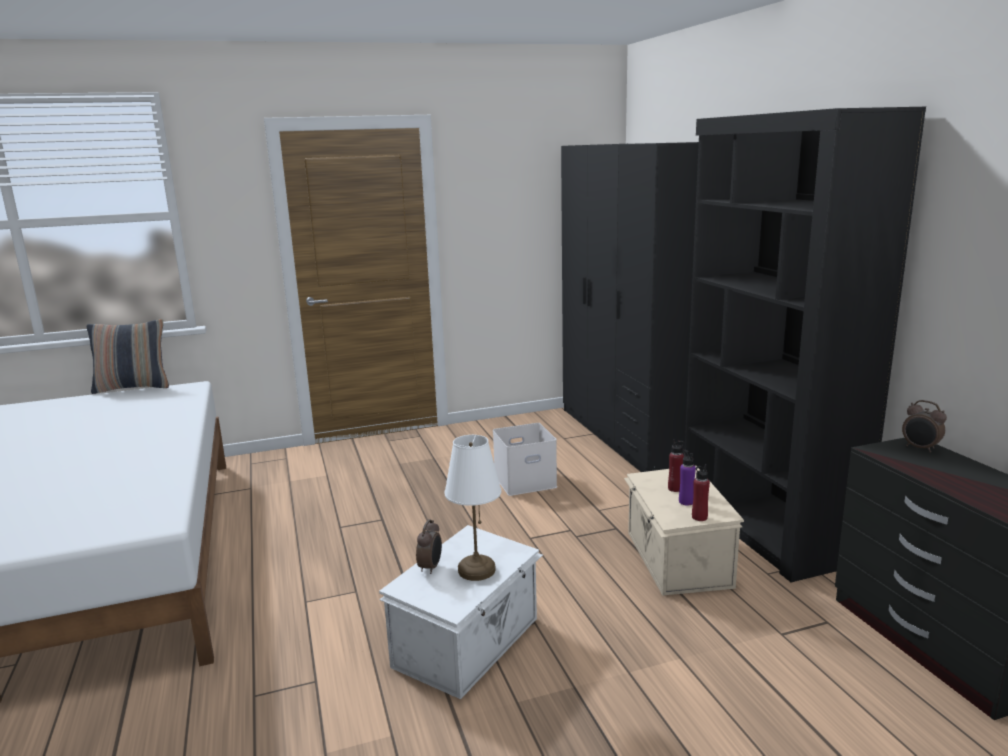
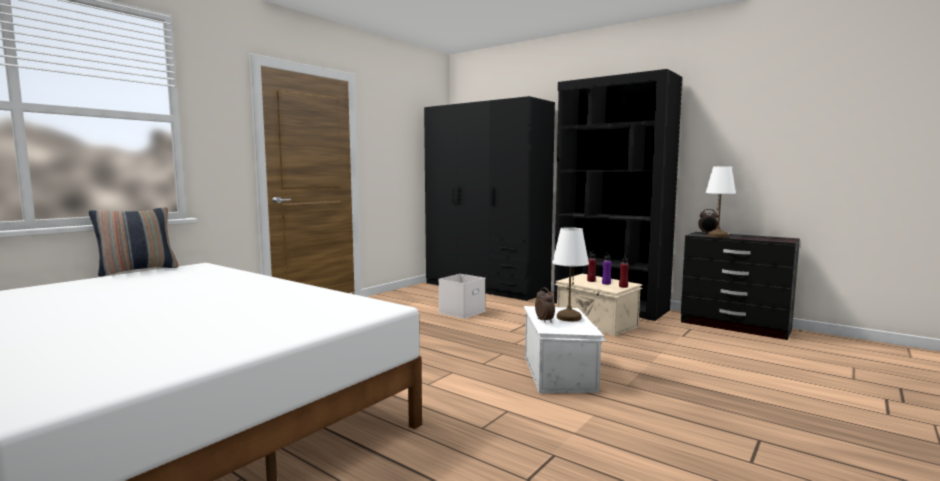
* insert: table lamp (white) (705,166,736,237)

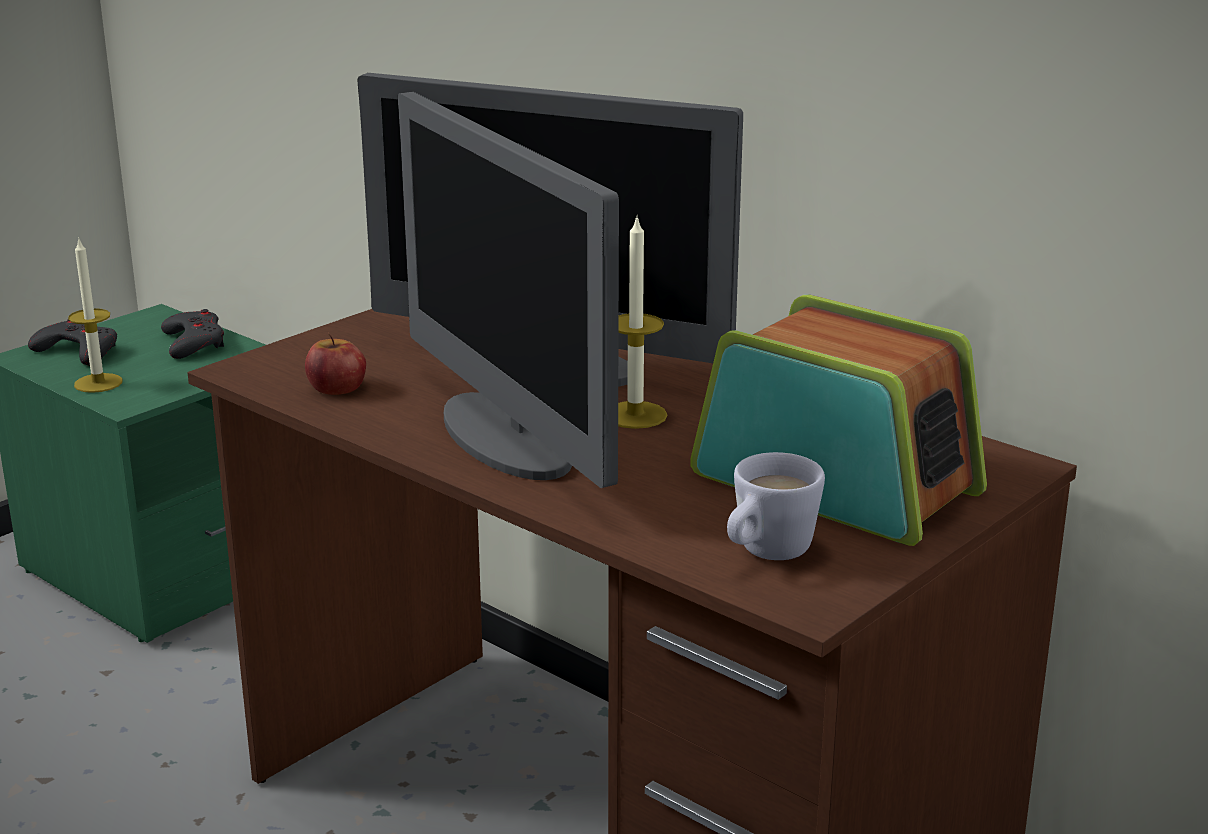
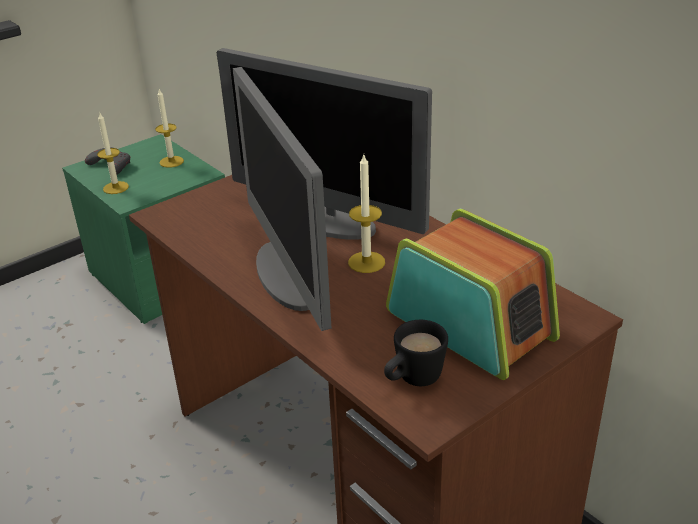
* replace: game controller (grey) (161,309,224,359) to candle (155,89,184,168)
* recolor: mug (white) (727,452,825,560) to mug (black) (384,320,448,386)
* delete: apple (305,333,366,395)

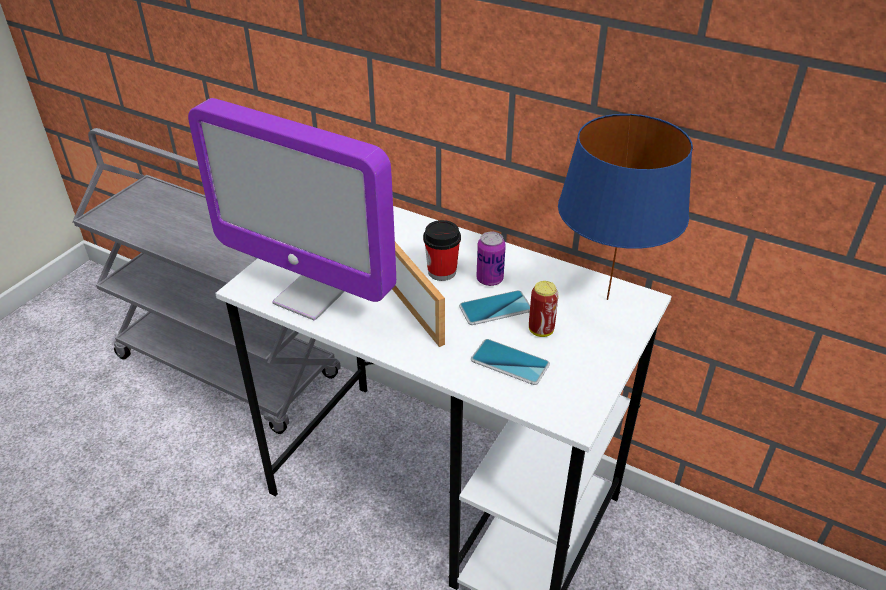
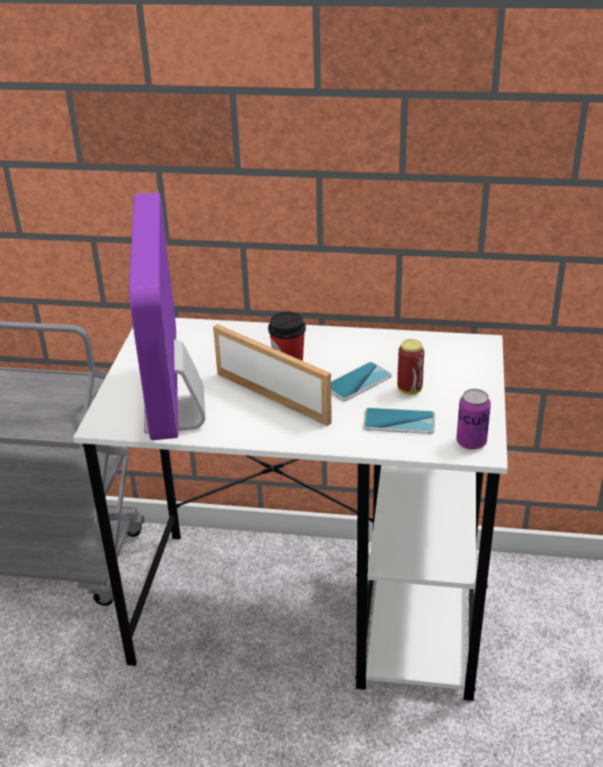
* rotate: monitor (188,98,396,320) = (129,192,205,440) 75 degrees clockwise
* move: can (477,232,506,286) to (456,389,491,450)
* delete: table lamp (blue) (558,114,693,300)

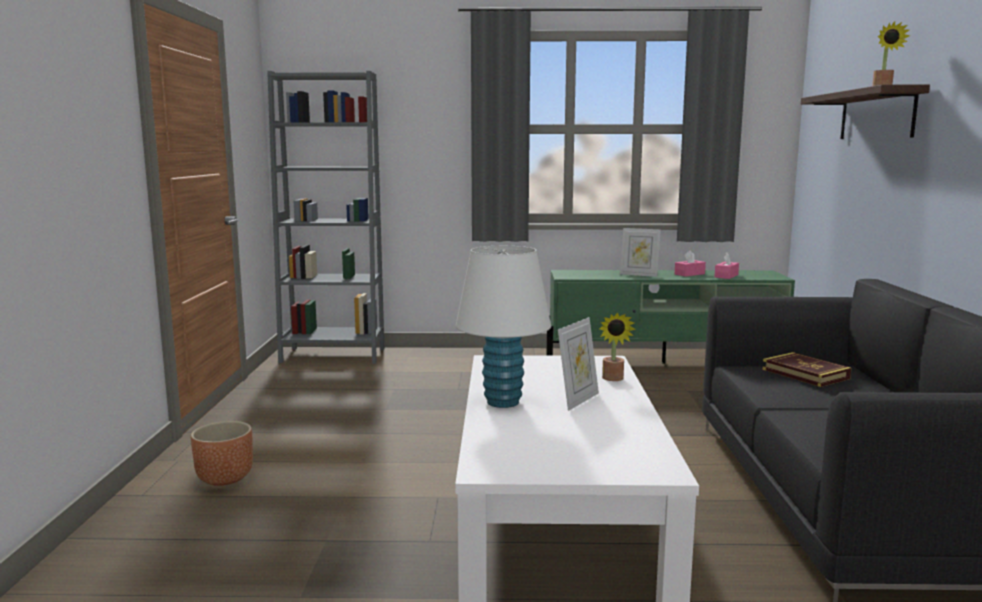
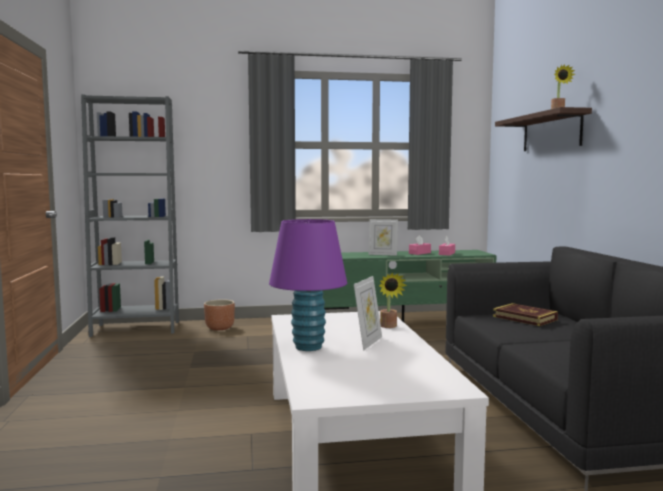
* move: planter (brown) (191,421,253,486) to (204,299,235,330)
* recolor: table lamp (white) (456,246,551,408) to table lamp (purple) (269,219,347,351)

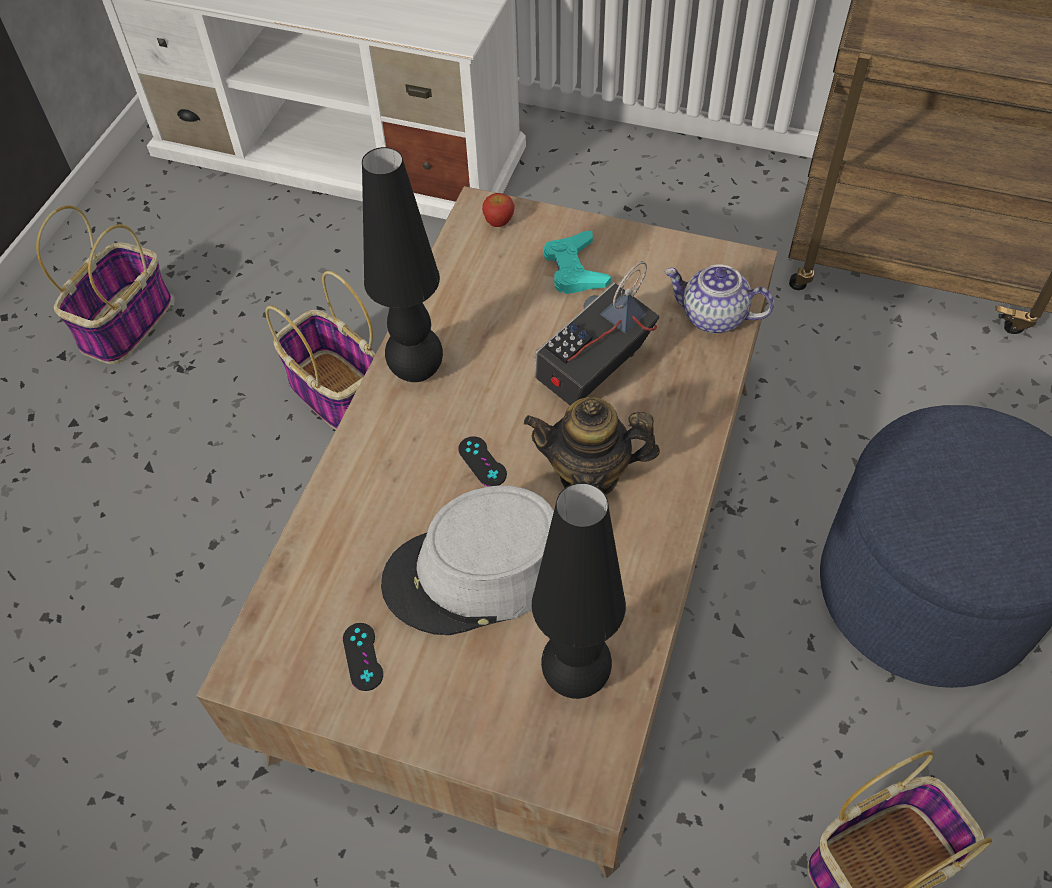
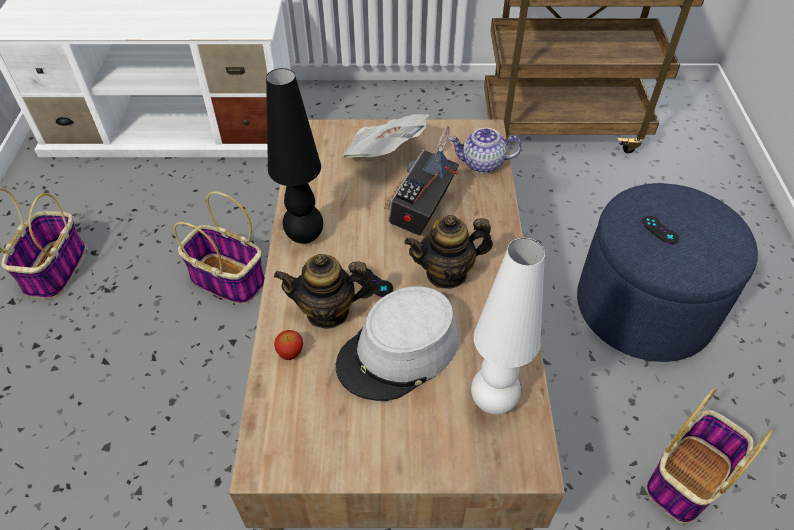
* insert: teapot (274,254,375,329)
* move: apple (482,193,515,227) to (274,330,303,360)
* replace: game controller (turquoise) (544,231,611,294) to newspaper (341,114,429,158)
* recolor: table lamp (black) (532,483,626,699) to table lamp (white) (471,238,545,415)
* move: game controller (black) (343,623,383,691) to (642,216,679,244)

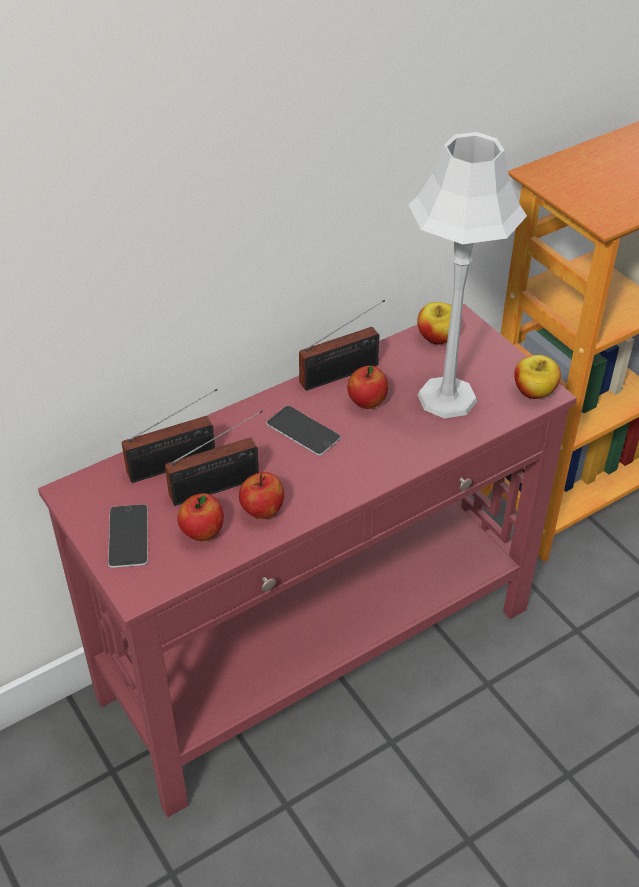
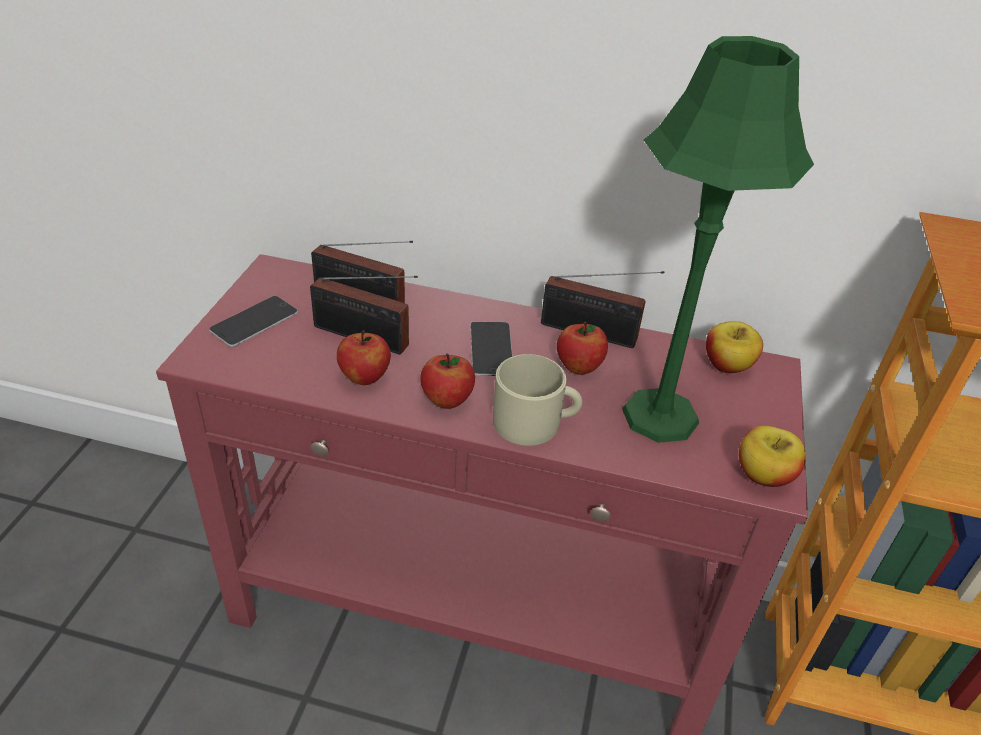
* move: apple (177,493,224,541) to (420,354,475,409)
* insert: mug (beige) (493,354,583,446)
* recolor: table lamp (grey) (408,132,527,419) to table lamp (green) (622,36,814,443)

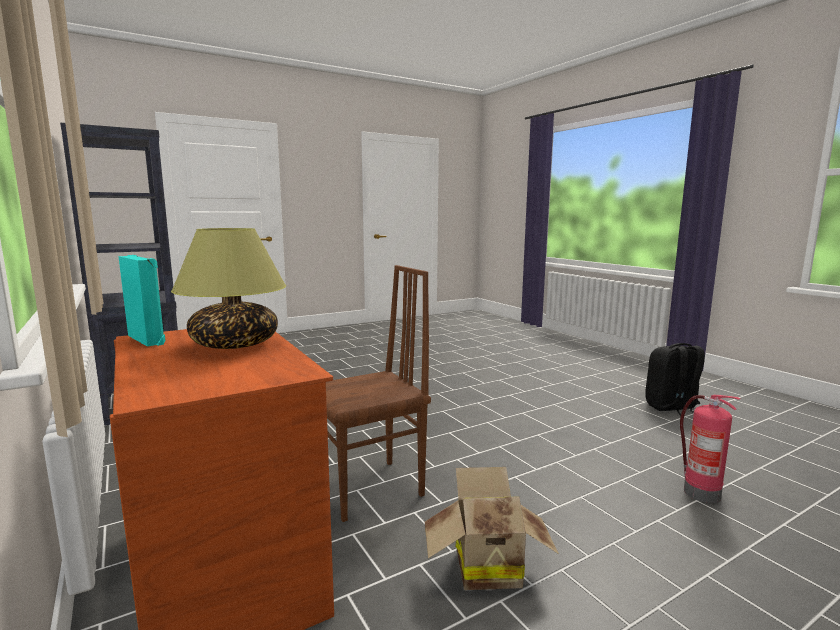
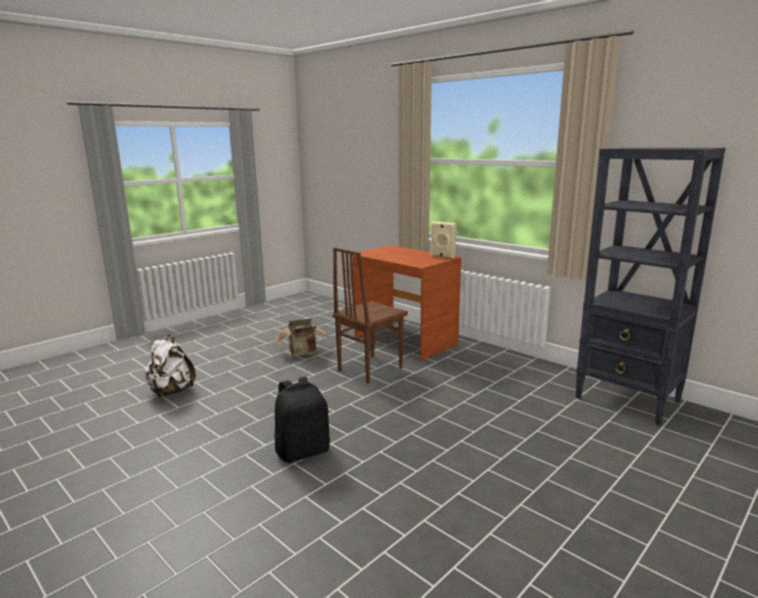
* replace: fire extinguisher (680,394,741,503) to backpack (white) (144,335,196,397)
* move: backpack (black) (645,343,705,416) to (275,377,330,463)
* recolor: speaker (turquoise) (119,255,165,347) to speaker (beige) (430,221,456,258)
* delete: table lamp (171,228,286,349)

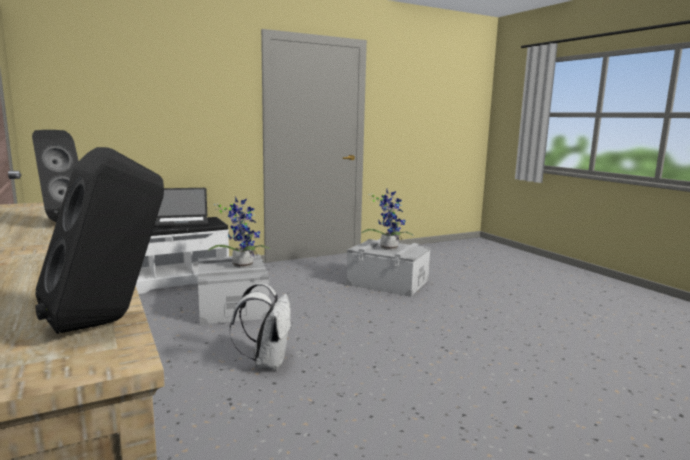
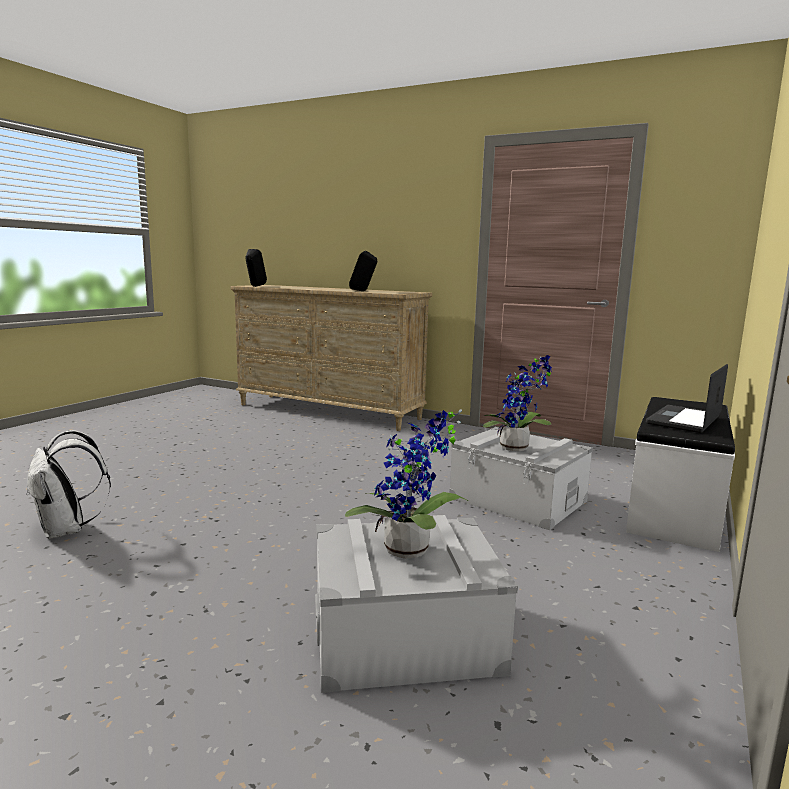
* move: backpack (white) (230,283,292,370) to (26,430,111,539)

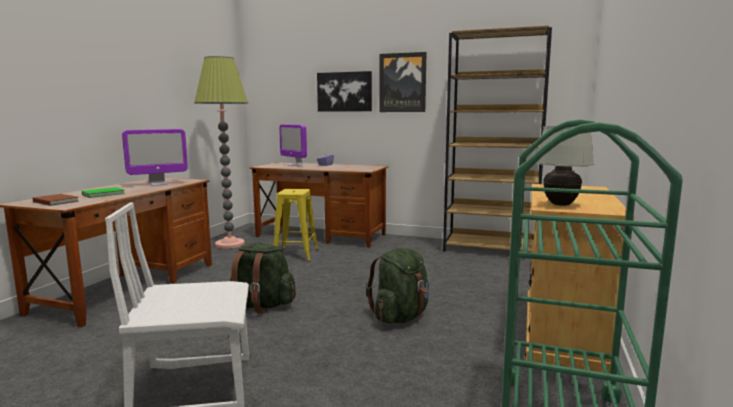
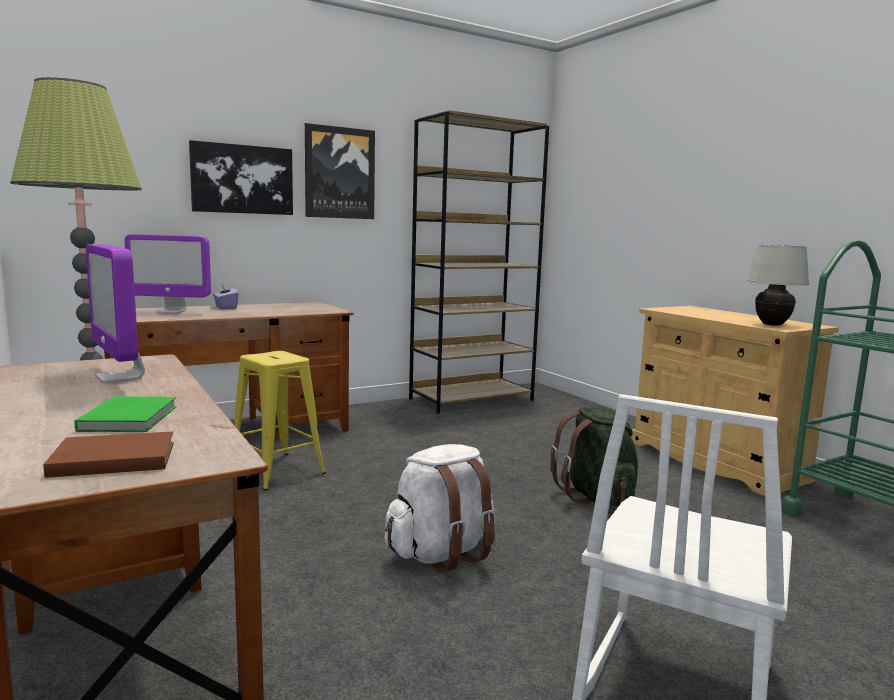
* rotate: monitor (122,129,188,186) = (86,244,145,383) 135 degrees clockwise
* recolor: backpack (green) (230,243,296,314) to backpack (white) (385,444,496,573)

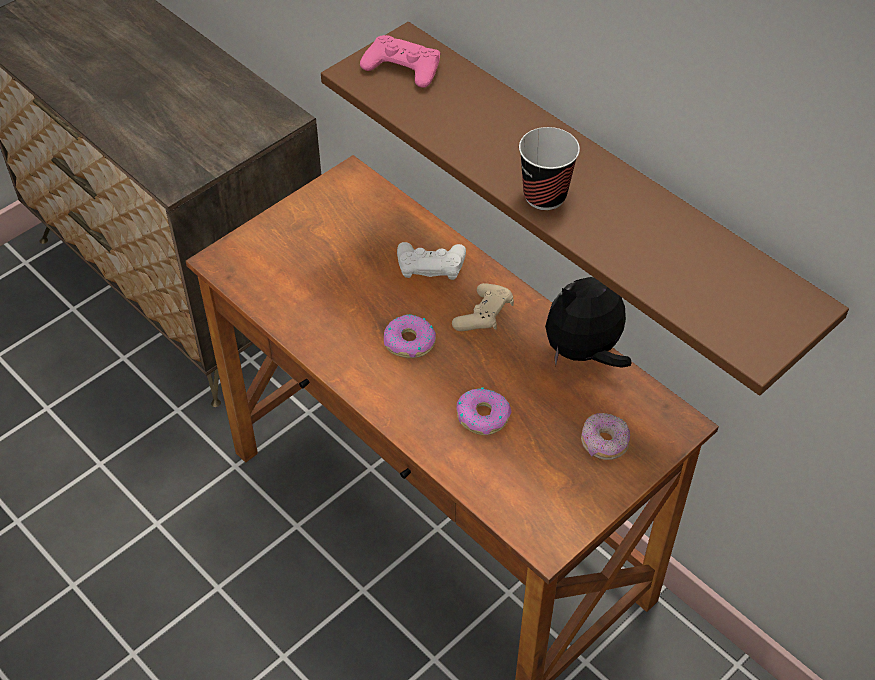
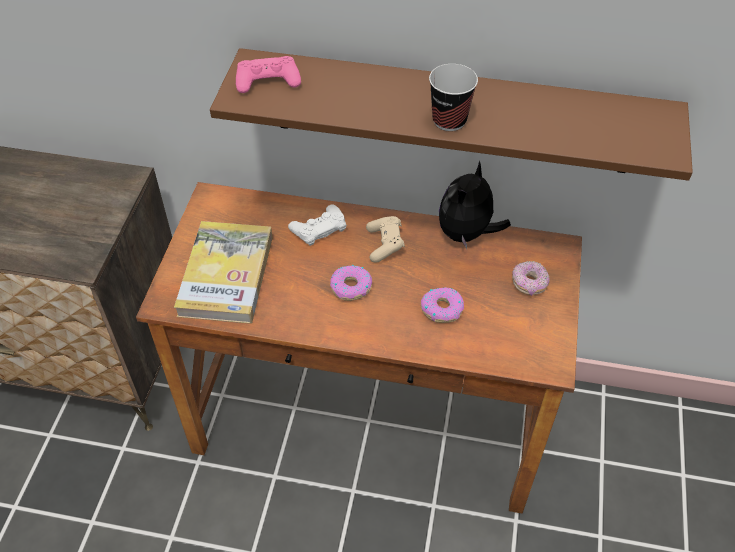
* insert: book (174,221,273,324)

